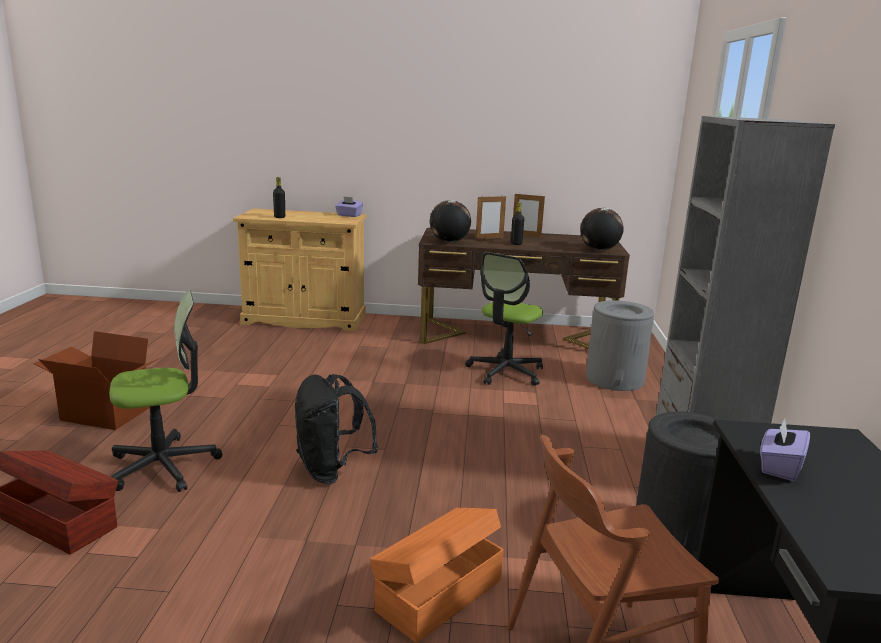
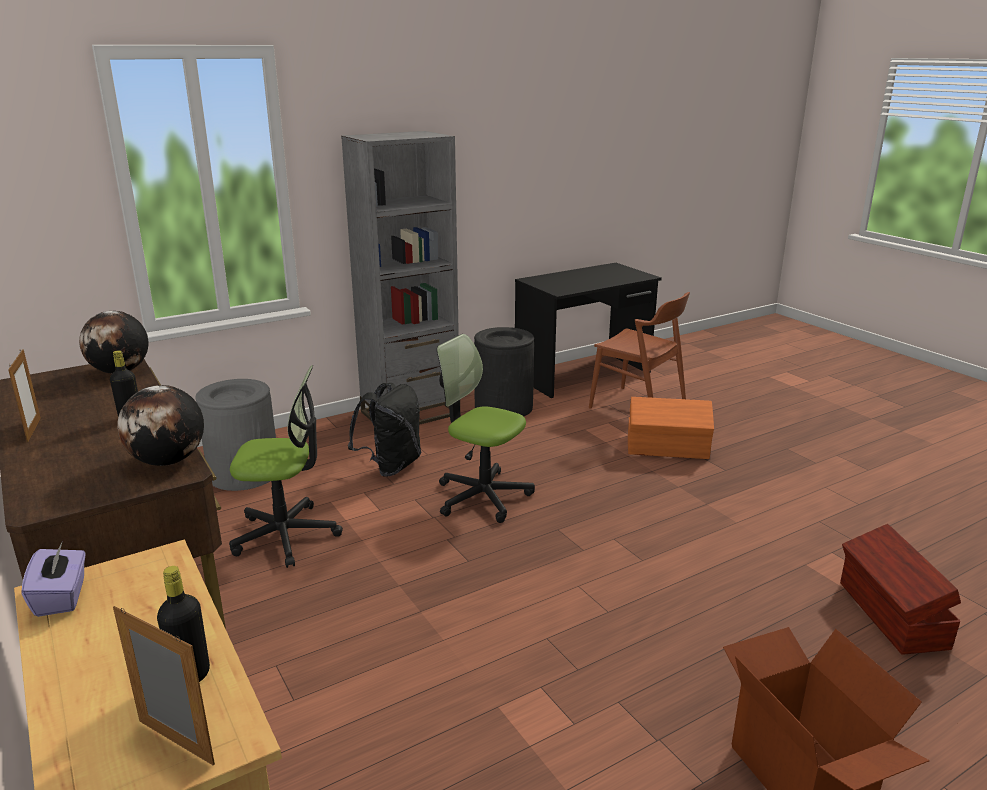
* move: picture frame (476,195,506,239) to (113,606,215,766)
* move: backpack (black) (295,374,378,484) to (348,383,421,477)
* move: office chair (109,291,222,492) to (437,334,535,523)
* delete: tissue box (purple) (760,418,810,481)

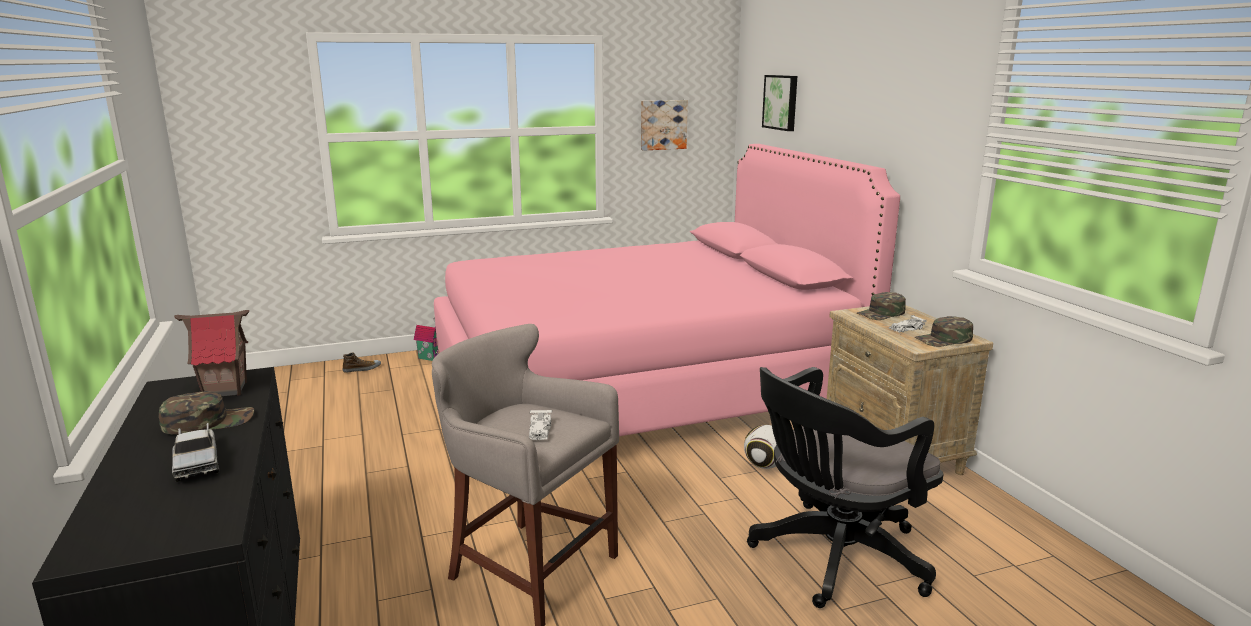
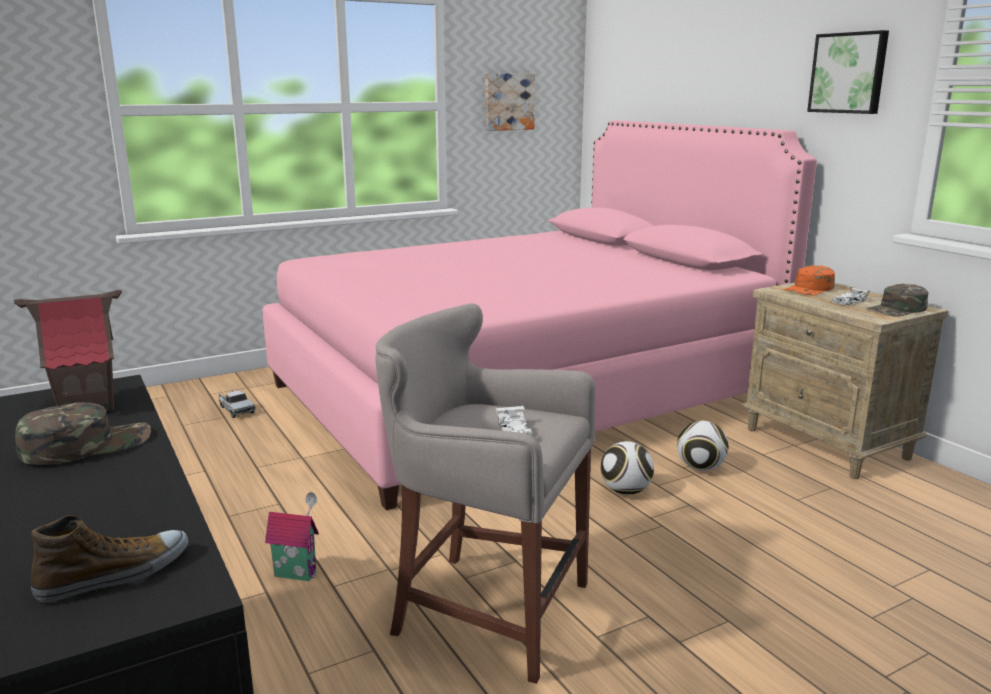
* move: shoe (343,353,381,373) to (31,515,189,603)
* move: toy truck (172,423,220,482) to (219,390,255,418)
* move: toy house (414,317,439,361) to (265,492,319,581)
* insert: football (600,441,654,495)
* recolor: cap (green) (856,292,906,320) to cap (orange) (784,266,835,295)
* move: picture (762,75,797,131) to (807,30,889,114)
* delete: office chair (black) (747,367,943,608)

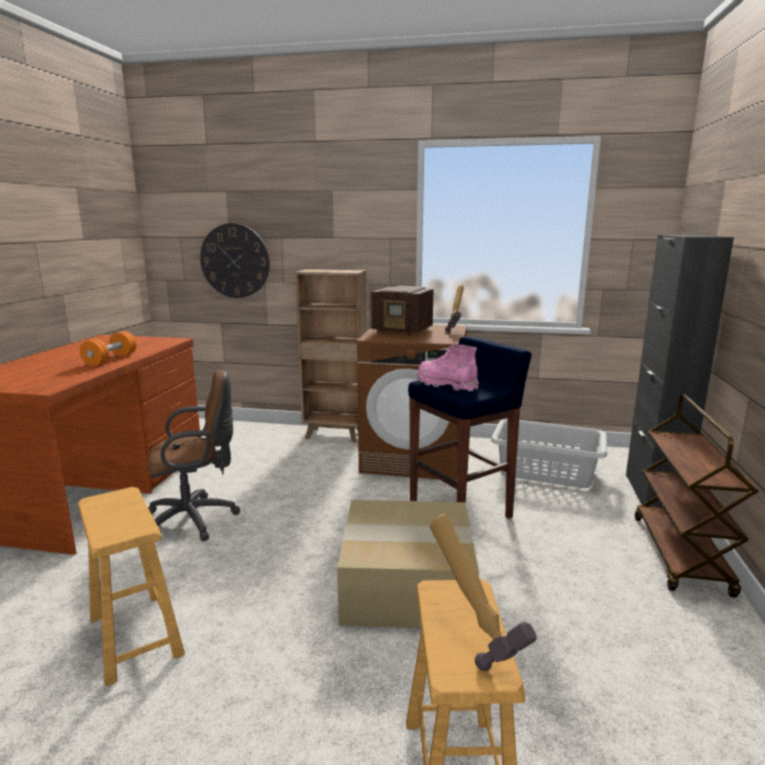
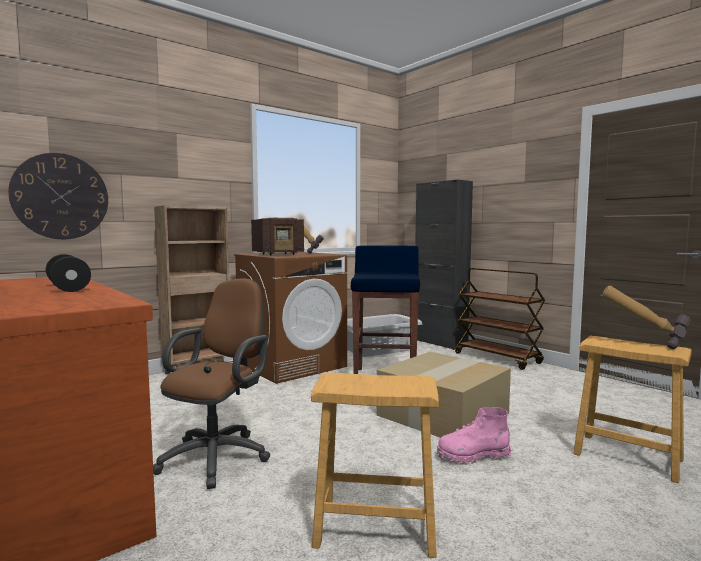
* recolor: dumbbell (orange) (80,331,136,366) to dumbbell (black) (46,254,91,292)
* move: boot (pink) (417,343,479,392) to (437,407,511,465)

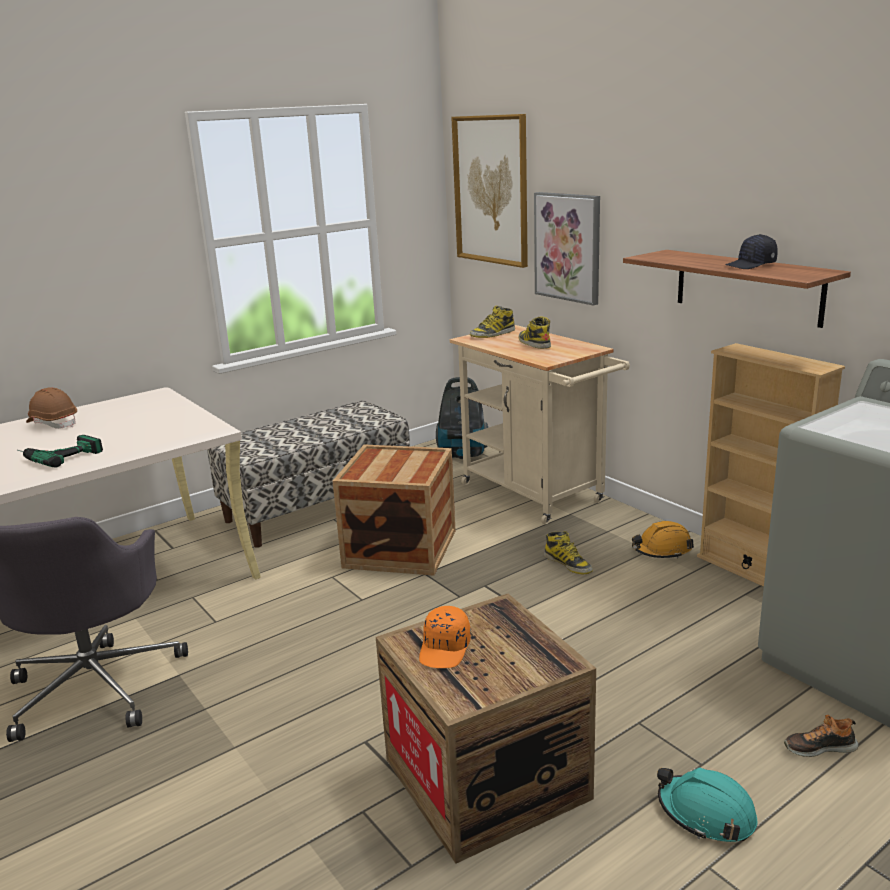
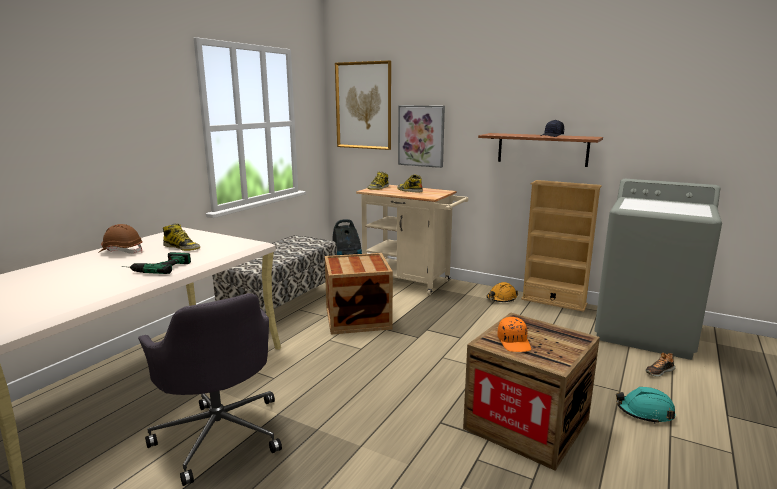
* move: boot (544,531,593,574) to (163,224,200,251)

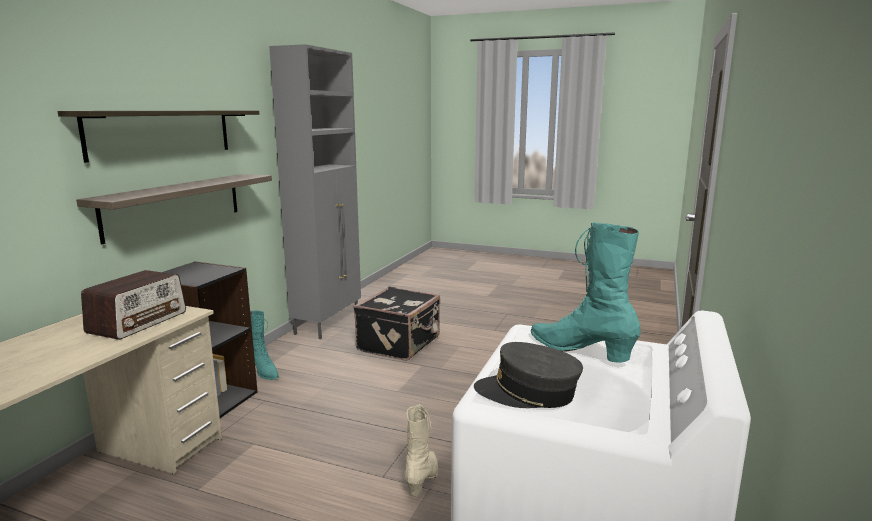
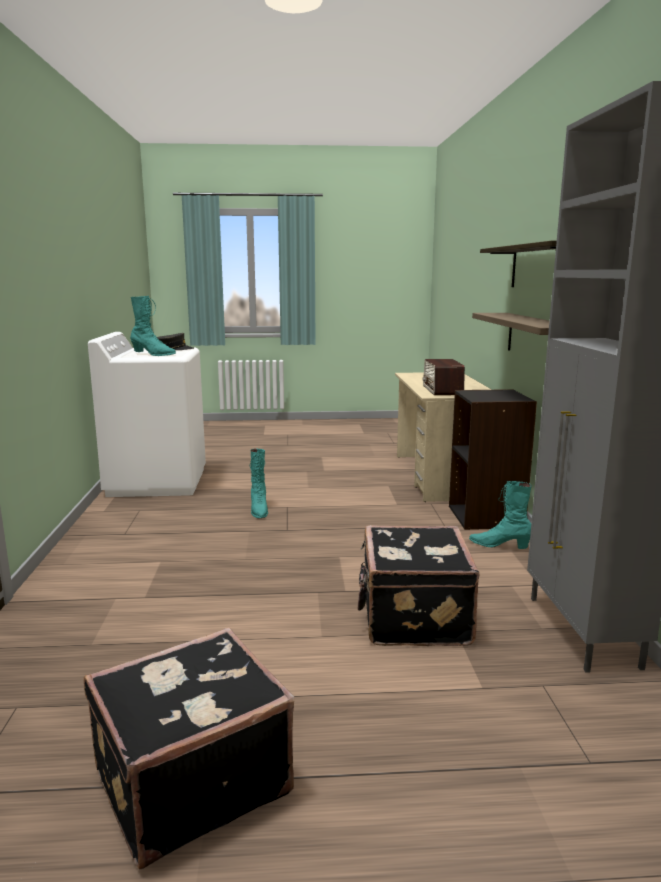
* insert: suitcase (black) (84,627,294,870)
* recolor: boot (beige) (404,404,438,497) to boot (turquoise) (250,449,268,518)

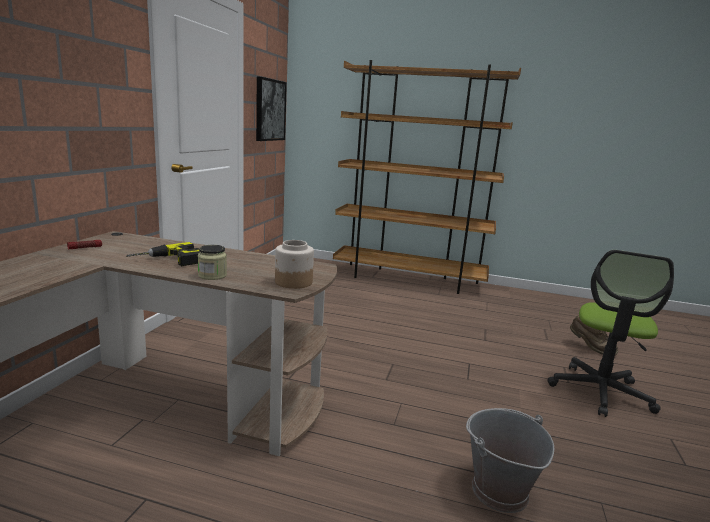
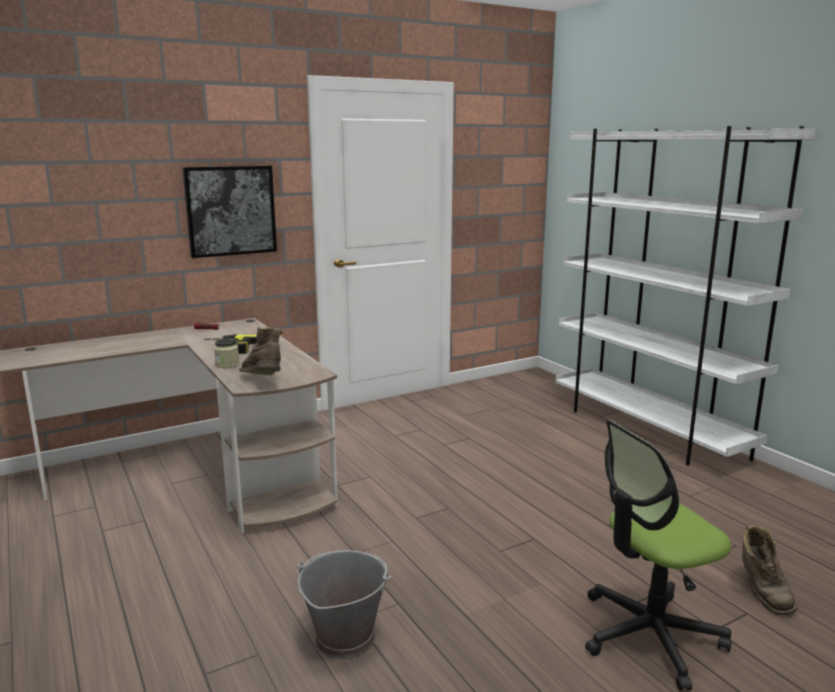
* move: picture (256,76,287,141) to (182,166,277,258)
* replace: jar (275,240,314,289) to boot (brown) (239,327,282,375)
* recolor: bookcase (brown) (333,60,521,294) to bookcase (white) (555,126,816,466)

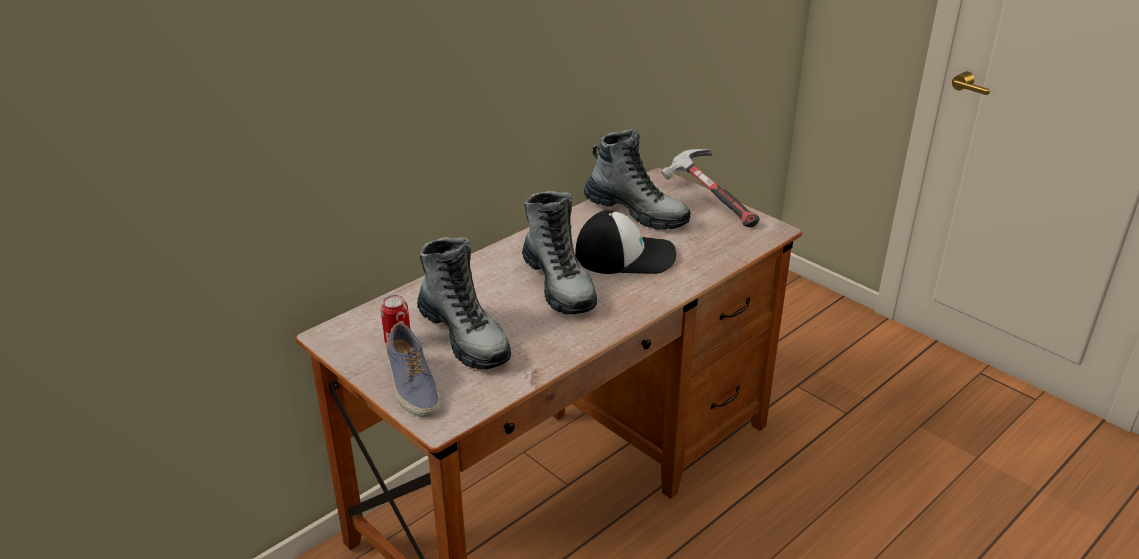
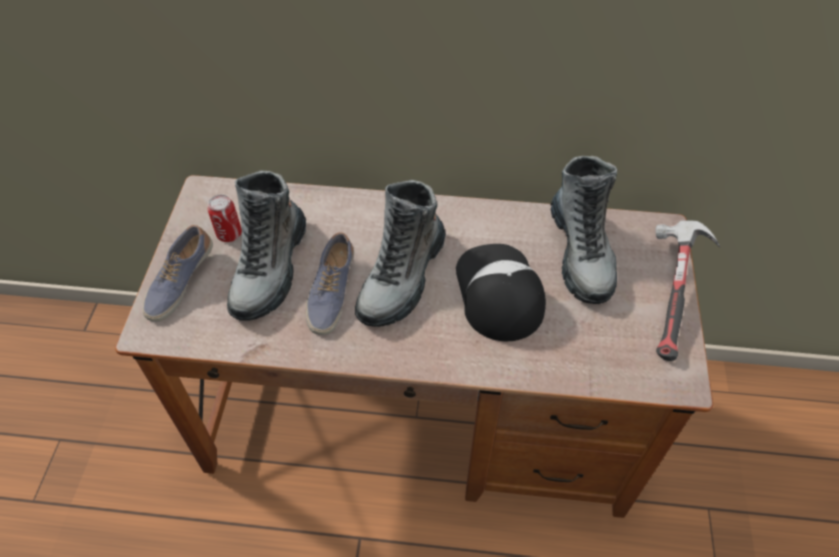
* insert: shoe (306,232,354,335)
* rotate: cap (575,210,676,274) = (456,244,546,341) 150 degrees counterclockwise

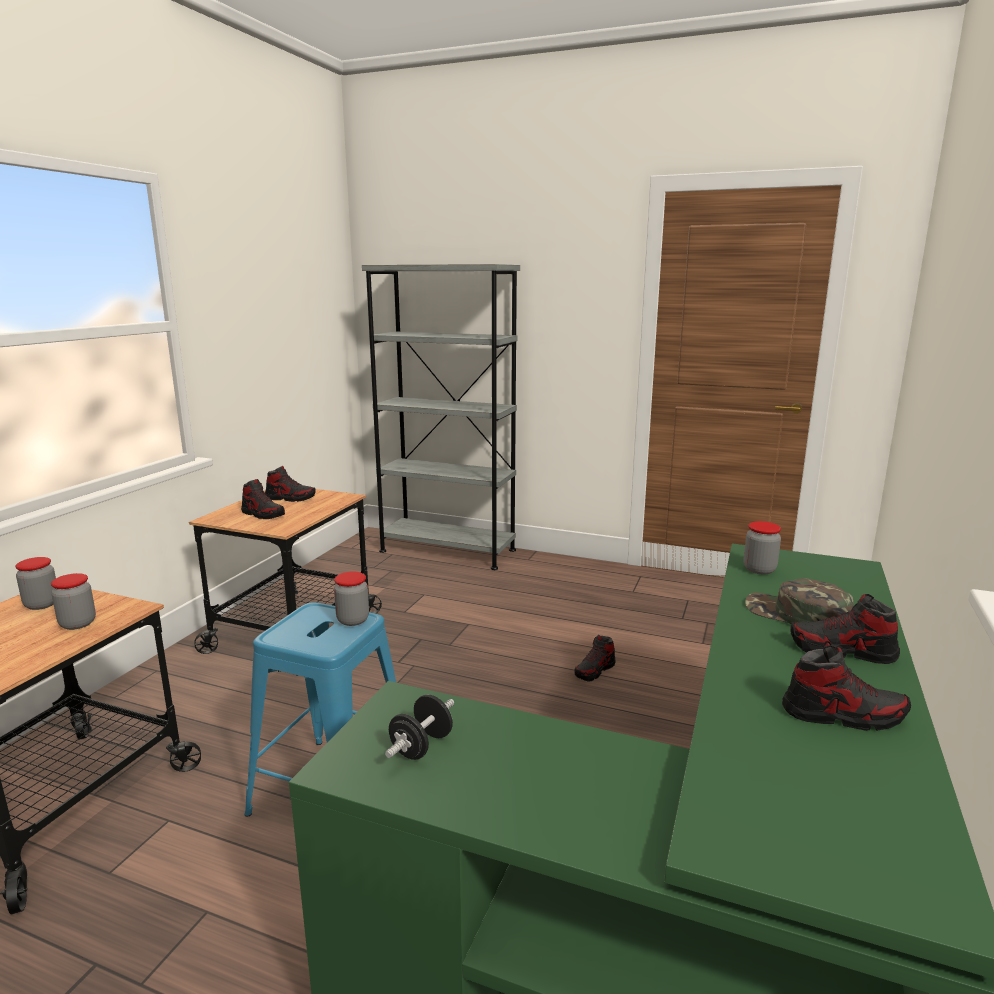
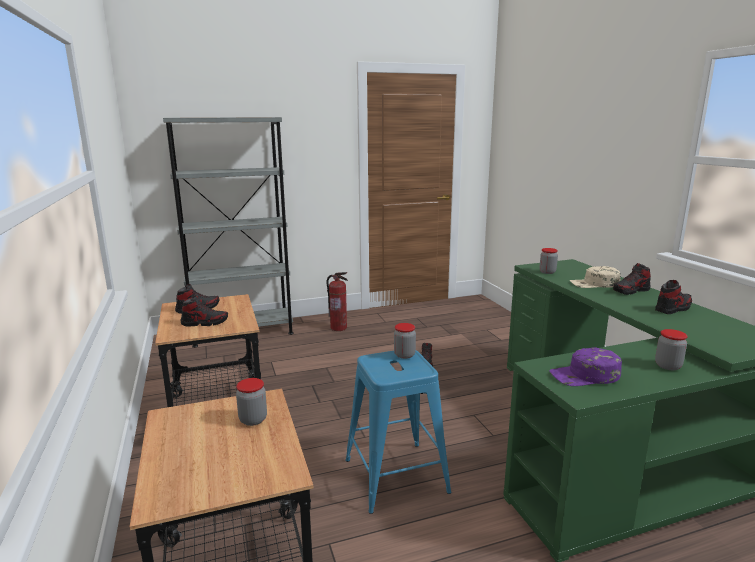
* insert: fire extinguisher (326,272,348,331)
* replace: dumbbell (black) (385,695,454,760) to cap (purple) (549,347,622,386)
* recolor: cap (green) (745,579,854,625) to cap (beige) (569,266,621,288)
* move: jar (15,557,56,610) to (655,329,688,370)

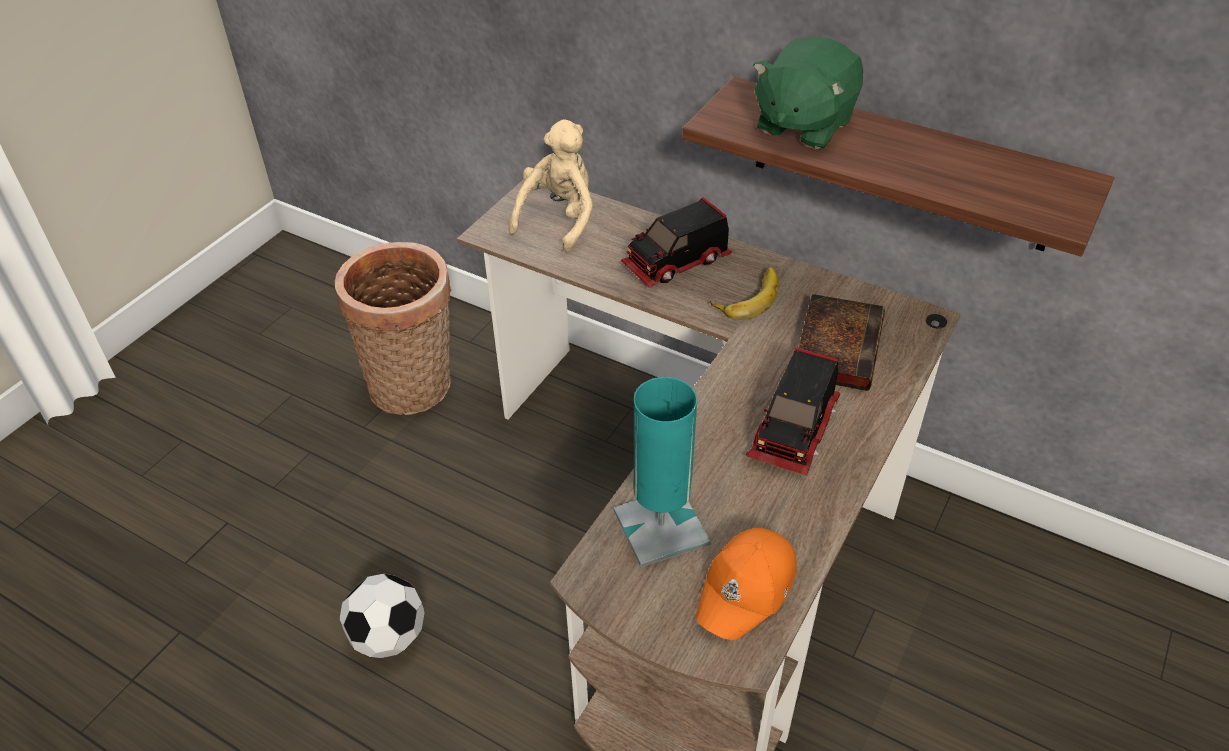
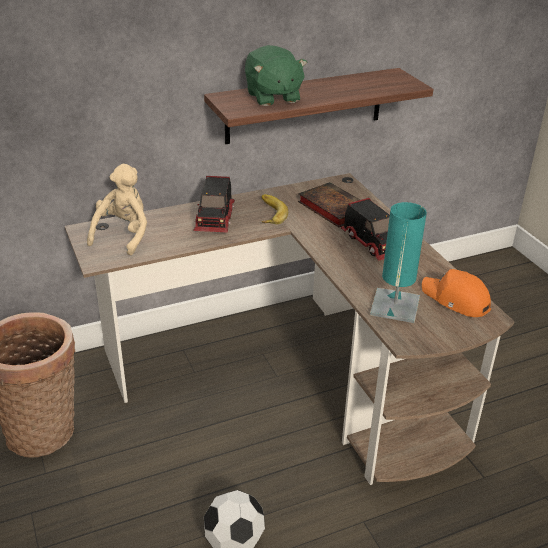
* rotate: plush toy (beige) (509,119,593,252) = (87,164,147,256) 45 degrees clockwise
* rotate: cap (orange) (696,528,797,640) = (422,269,491,317) 150 degrees clockwise

